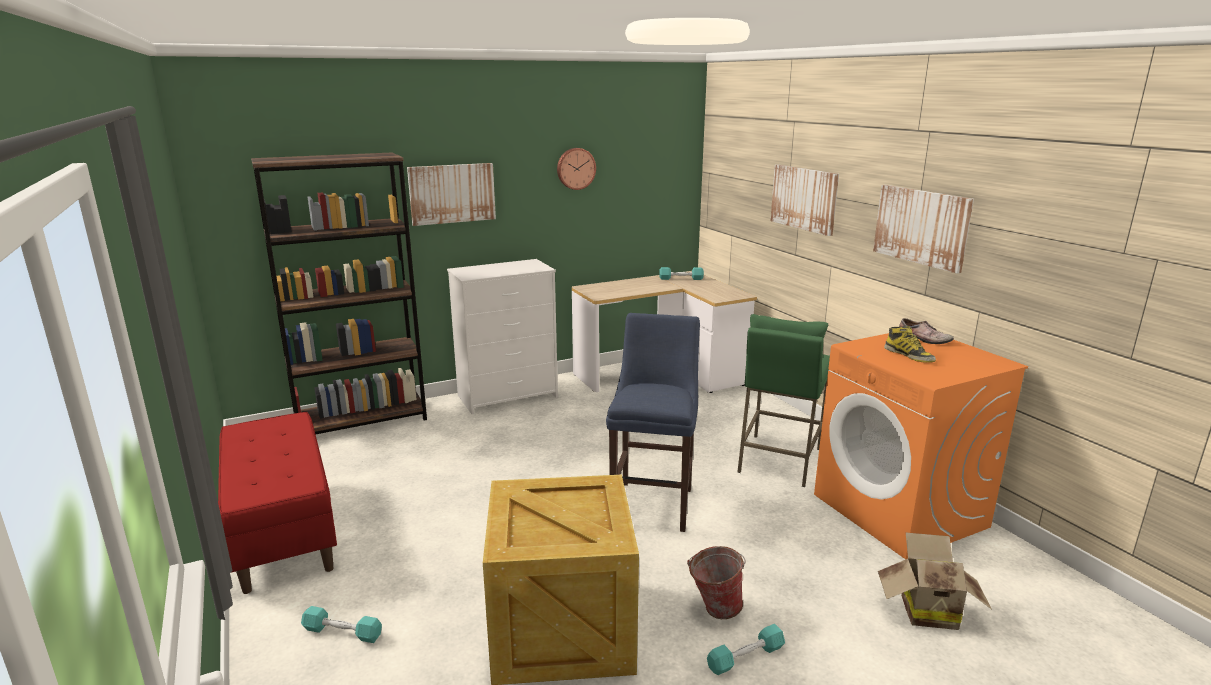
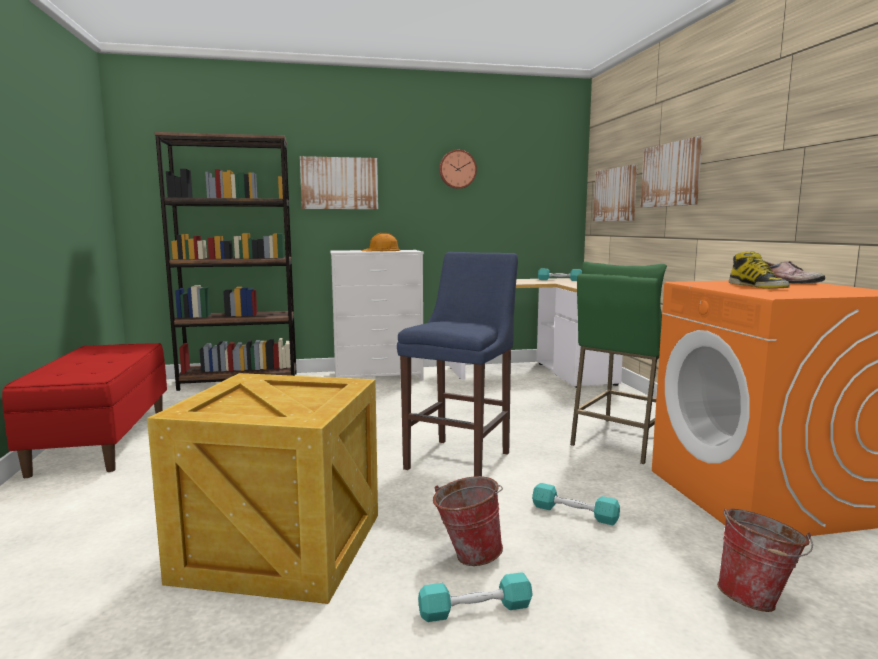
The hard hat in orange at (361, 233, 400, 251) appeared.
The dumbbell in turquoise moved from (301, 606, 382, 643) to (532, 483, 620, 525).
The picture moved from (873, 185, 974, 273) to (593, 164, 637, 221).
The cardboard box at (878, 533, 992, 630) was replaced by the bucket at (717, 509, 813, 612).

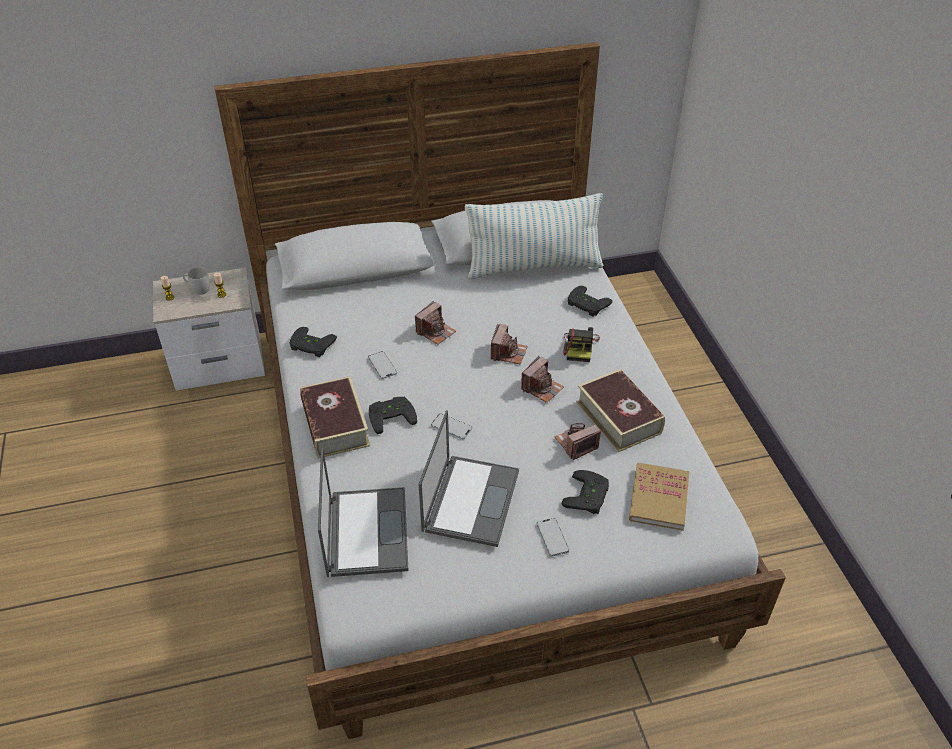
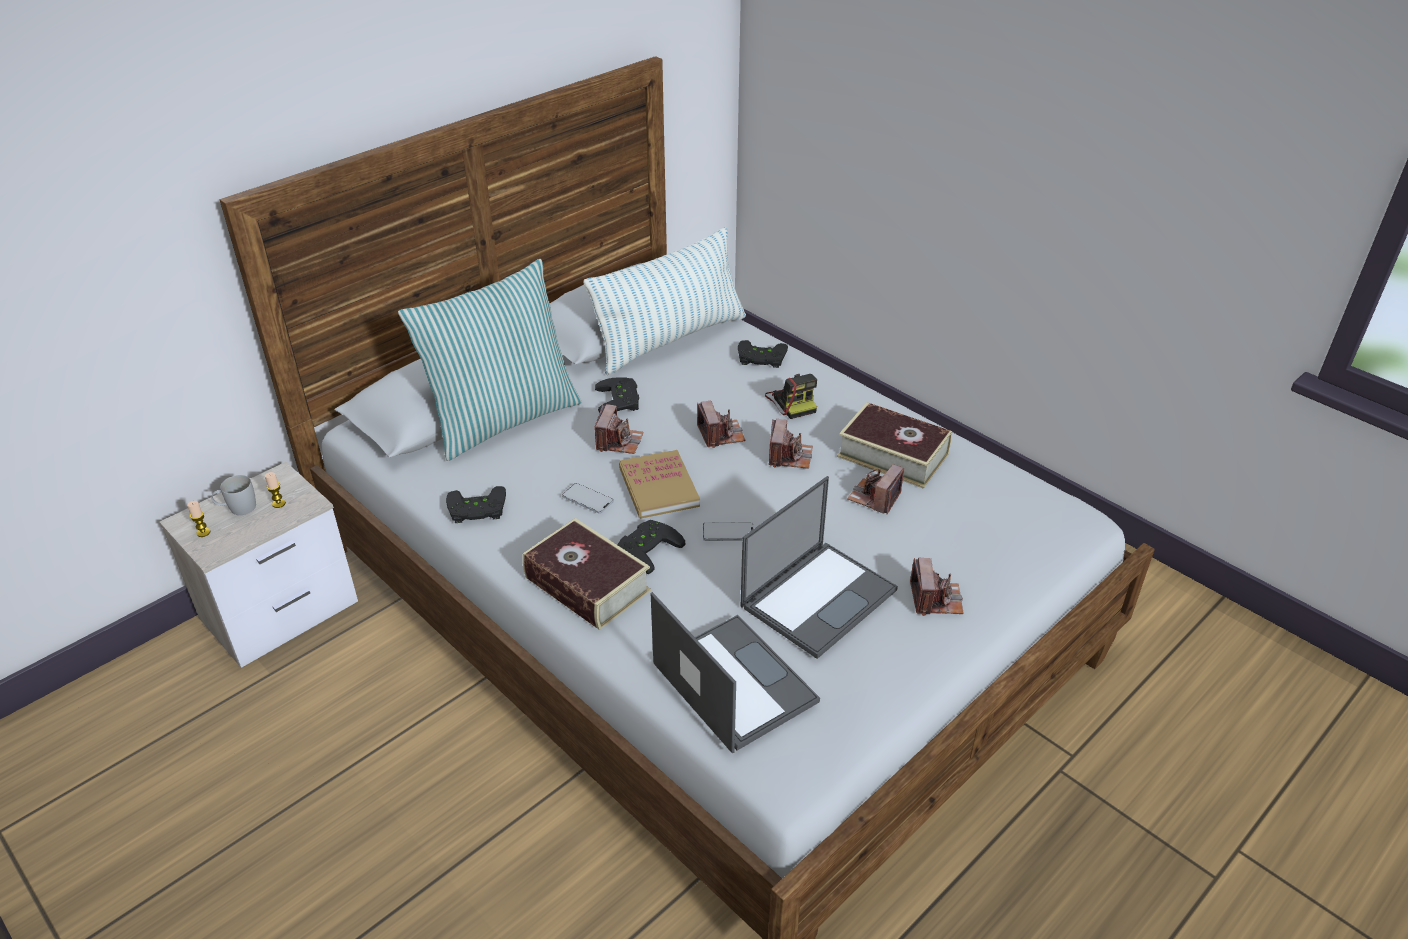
The pillow at (398, 259, 582, 461) appeared.
The game controller in black moved from (561, 470, 609, 514) to (595, 377, 639, 413).
The book moved from (629, 463, 689, 531) to (619, 450, 700, 519).
The laptop at (418, 410, 519, 547) turned 60 degrees clockwise.
The phone at (537, 518, 569, 557) was replaced by the photo camera at (910, 558, 963, 616).

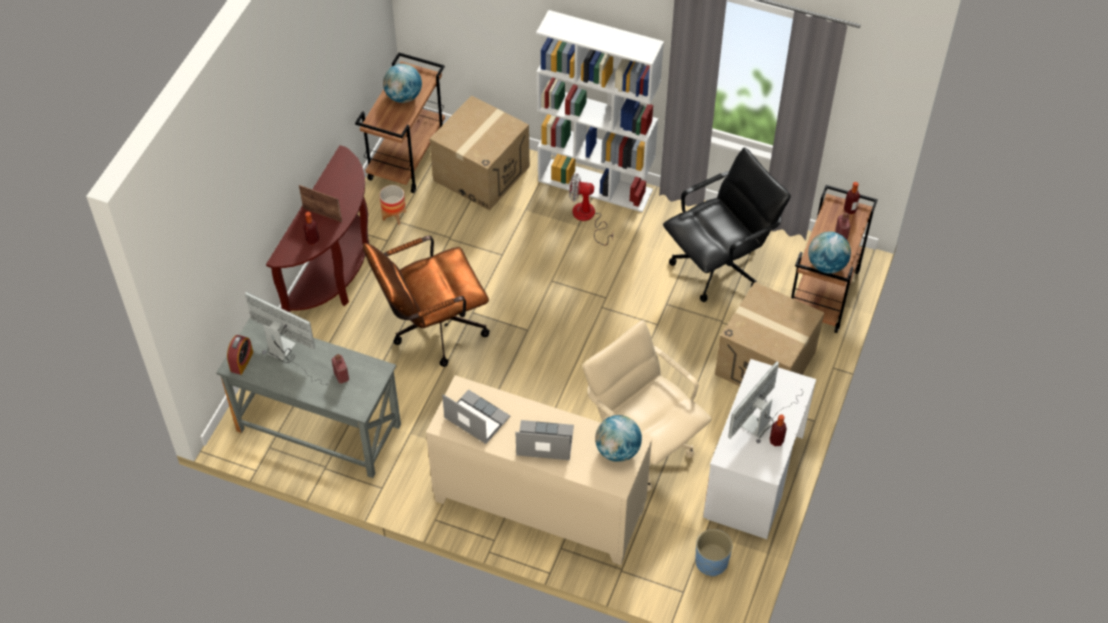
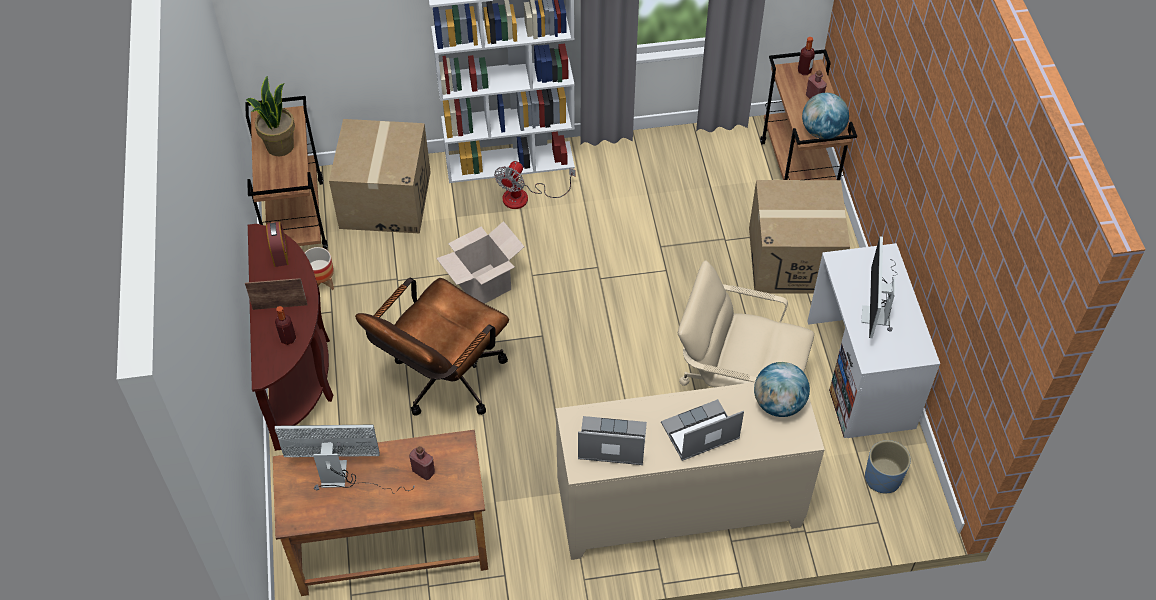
The globe at (383, 64, 422, 103) was replaced by the potted plant at (246, 76, 295, 156).
The alarm clock moved from (227, 335, 253, 375) to (266, 222, 288, 267).
The desk in grey at (216, 317, 401, 478) became the desk in brown at (273, 430, 488, 596).
The cardboard box at (436, 221, 524, 304) appeared.
The fan at (569, 173, 613, 245) turned 45 degrees counterclockwise.
The office chair in black at (663, 148, 791, 302) disappeared.
The bottle at (770, 415, 787, 447) disappeared.

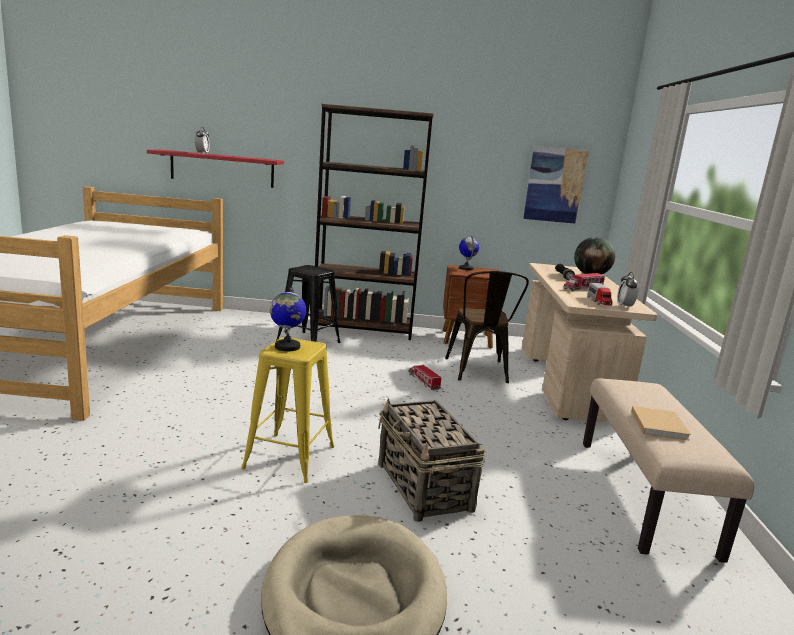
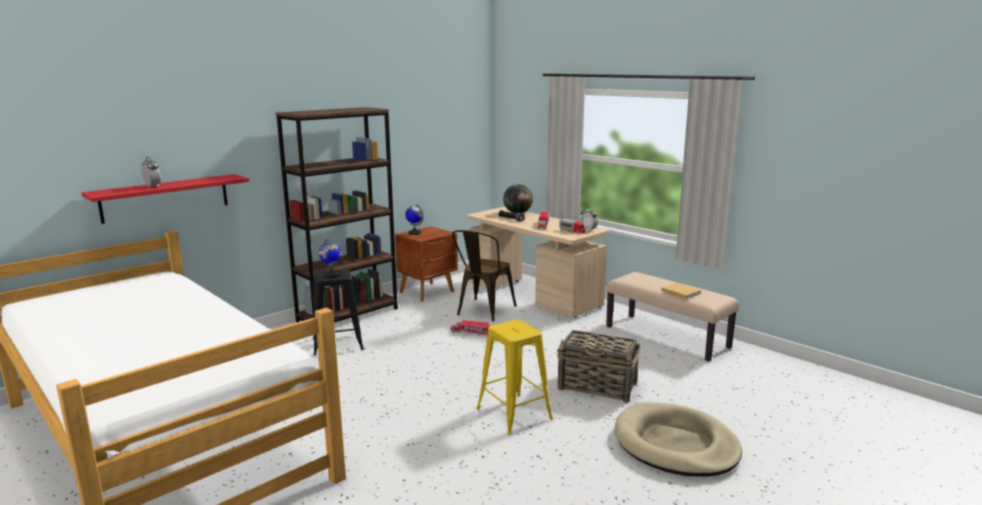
The globe moved from (270, 286, 306, 351) to (319, 239, 341, 278).
The chair in brown at (445, 271, 529, 383) turned 75 degrees clockwise.
The picture at (523, 146, 589, 224) disappeared.

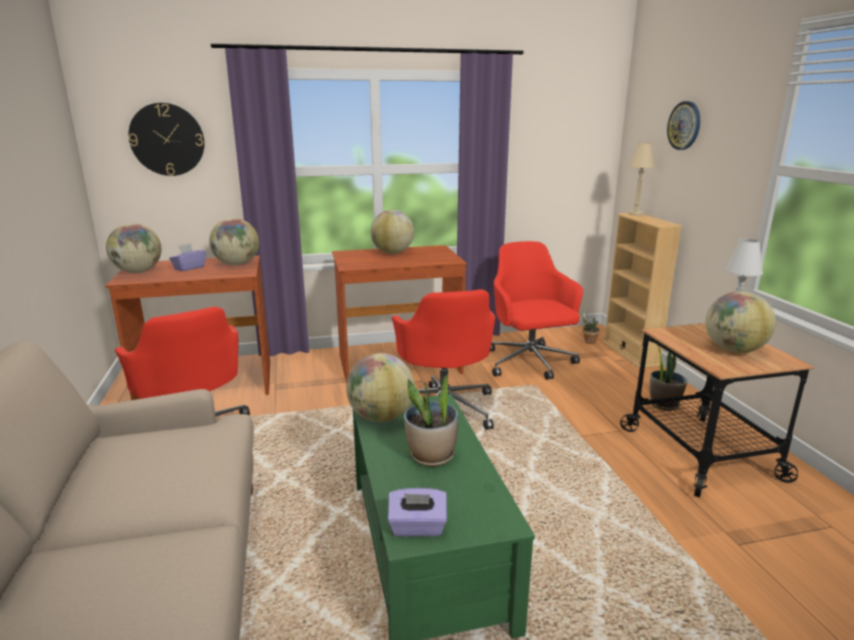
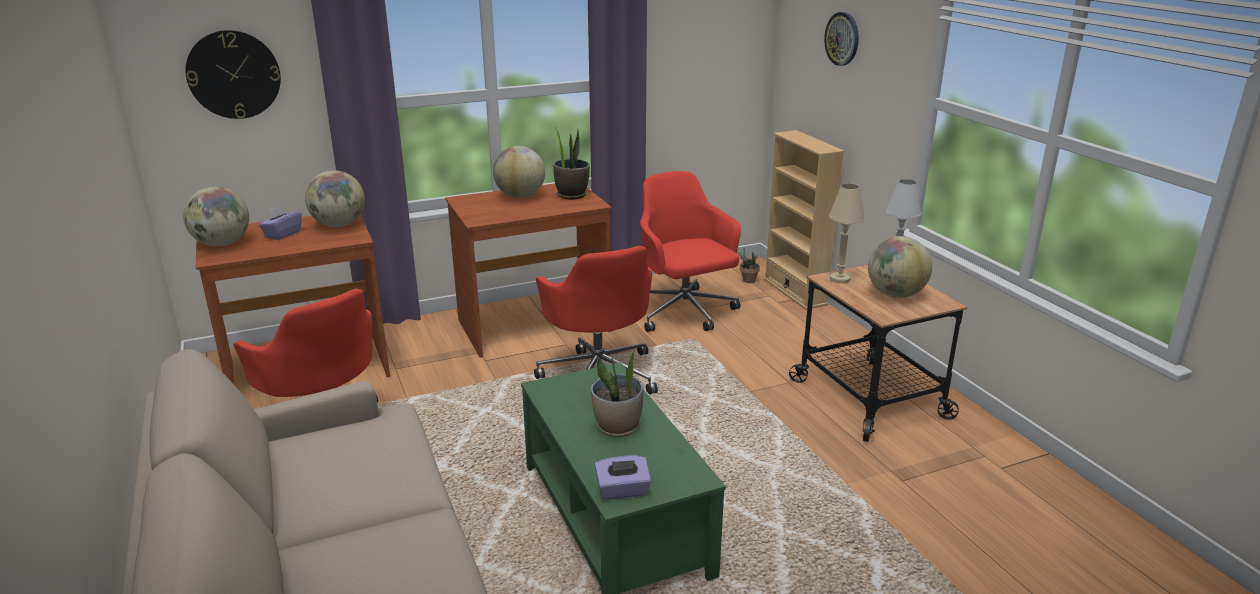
The potted plant moved from (649, 345, 687, 411) to (553, 129, 590, 200).
The table lamp in beige moved from (629, 143, 655, 216) to (829, 184, 865, 284).
The globe at (346, 353, 415, 422) disappeared.

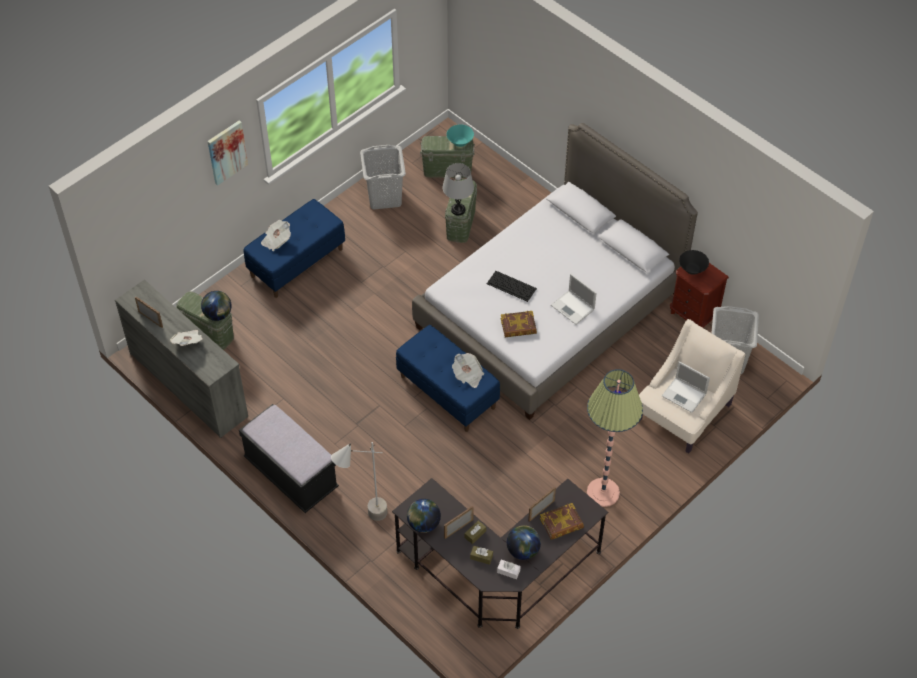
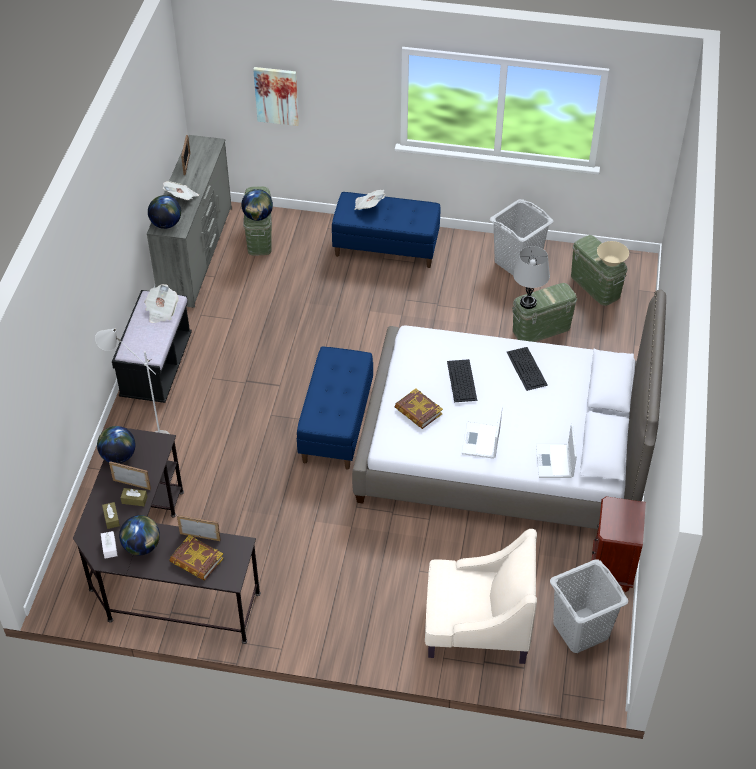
The newspaper moved from (452, 353, 484, 388) to (145, 284, 179, 323).
The globe at (148, 195, 181, 229) appeared.
The picture moved from (207, 120, 248, 186) to (253, 67, 299, 126).
The keyboard at (507, 347, 548, 391) appeared.
The laptop moved from (662, 361, 710, 413) to (536, 423, 577, 478).
The bowl in turquoise at (447, 124, 474, 147) became the bowl in beige at (597, 241, 629, 267).
The floor lamp at (587, 369, 643, 507) disappeared.
The bowl in black at (679, 250, 709, 275) disappeared.

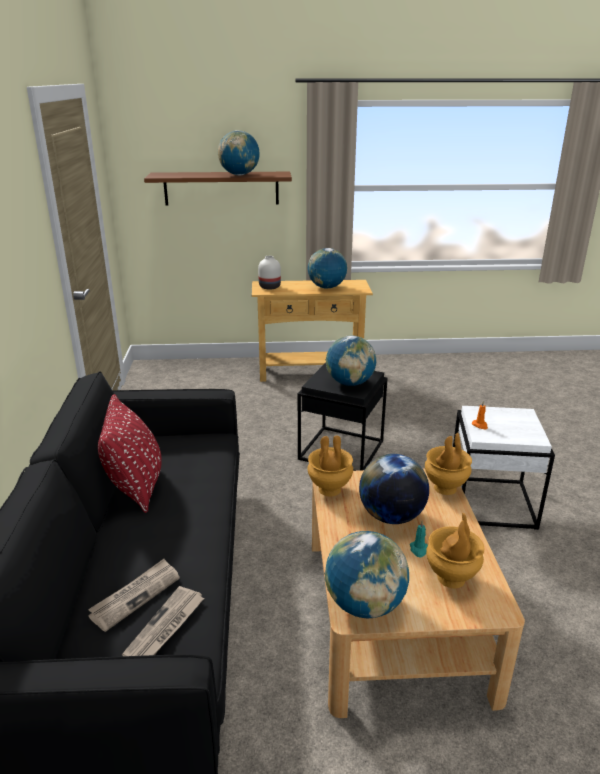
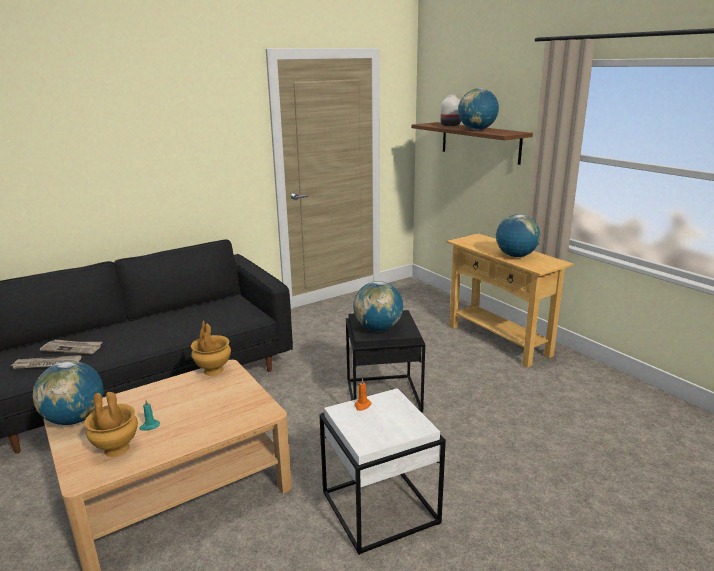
The vase in white moved from (258, 256, 281, 289) to (440, 95, 461, 126).
The pillow in red at (98, 394, 162, 513) disappeared.
The globe at (359, 454, 429, 524) disappeared.
The vase in brown at (425, 433, 472, 495) disappeared.

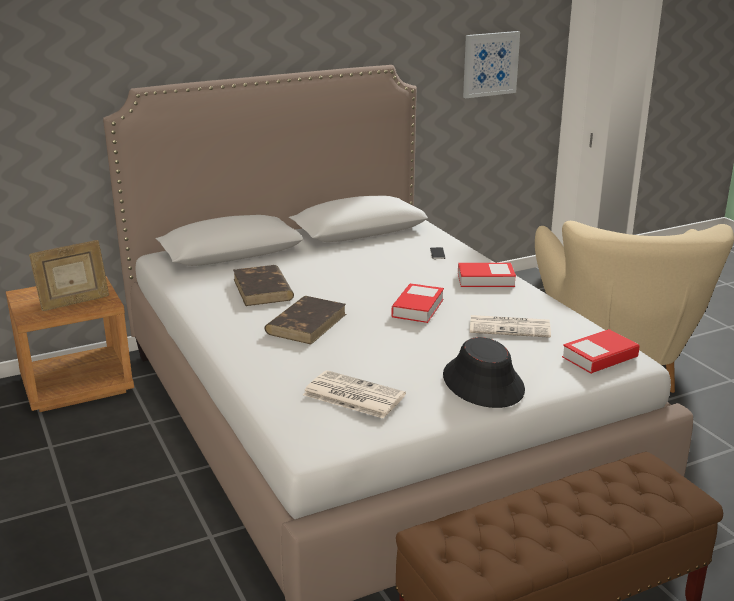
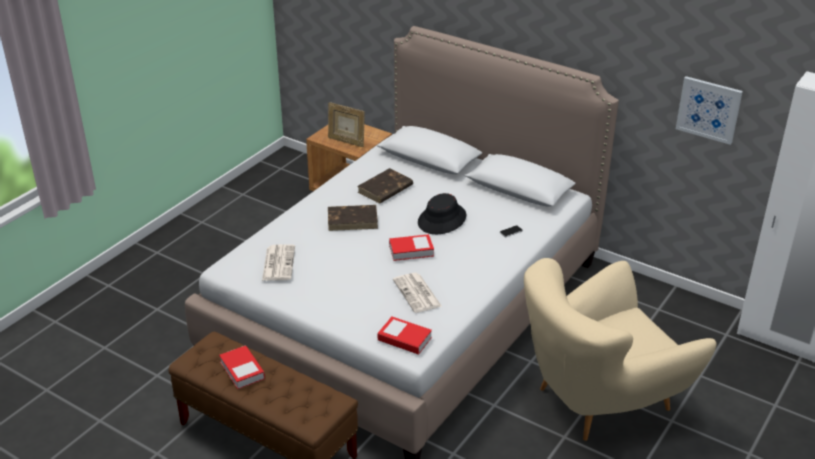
The book moved from (458, 263, 516, 287) to (219, 346, 265, 389).
The hat in black moved from (443, 337, 525, 408) to (418, 193, 466, 234).

